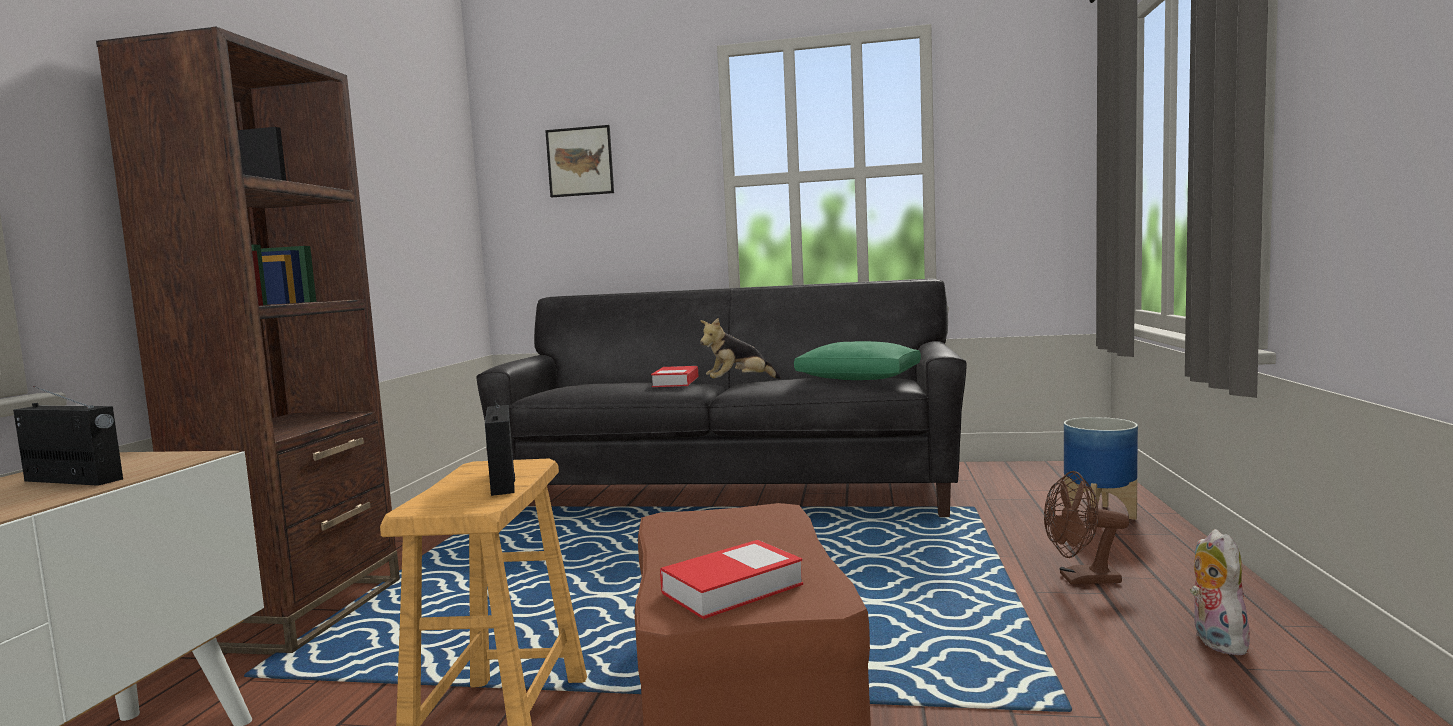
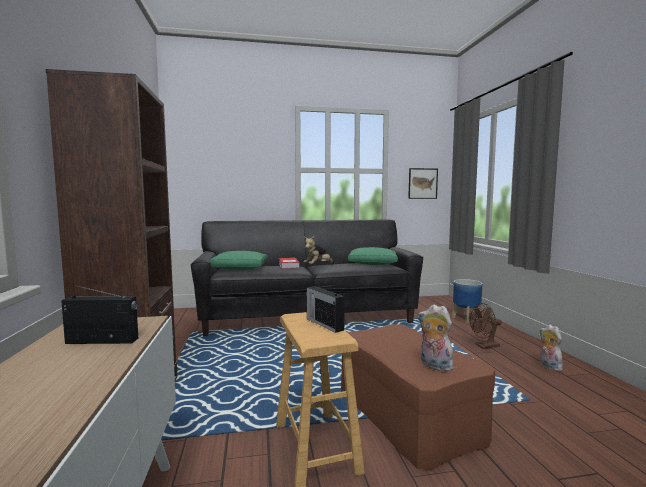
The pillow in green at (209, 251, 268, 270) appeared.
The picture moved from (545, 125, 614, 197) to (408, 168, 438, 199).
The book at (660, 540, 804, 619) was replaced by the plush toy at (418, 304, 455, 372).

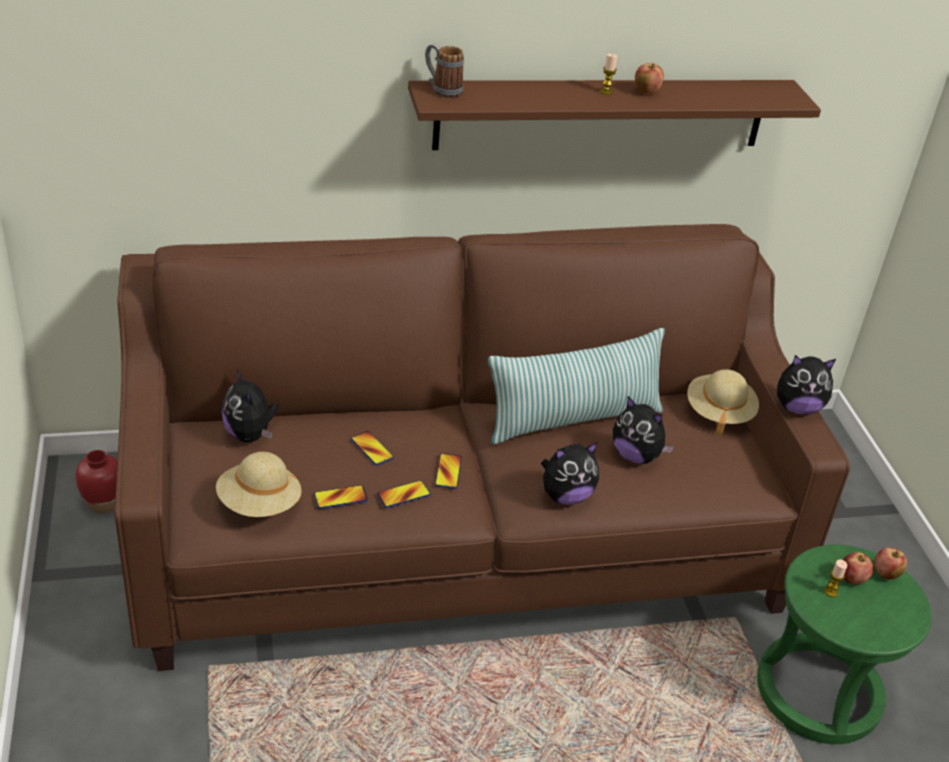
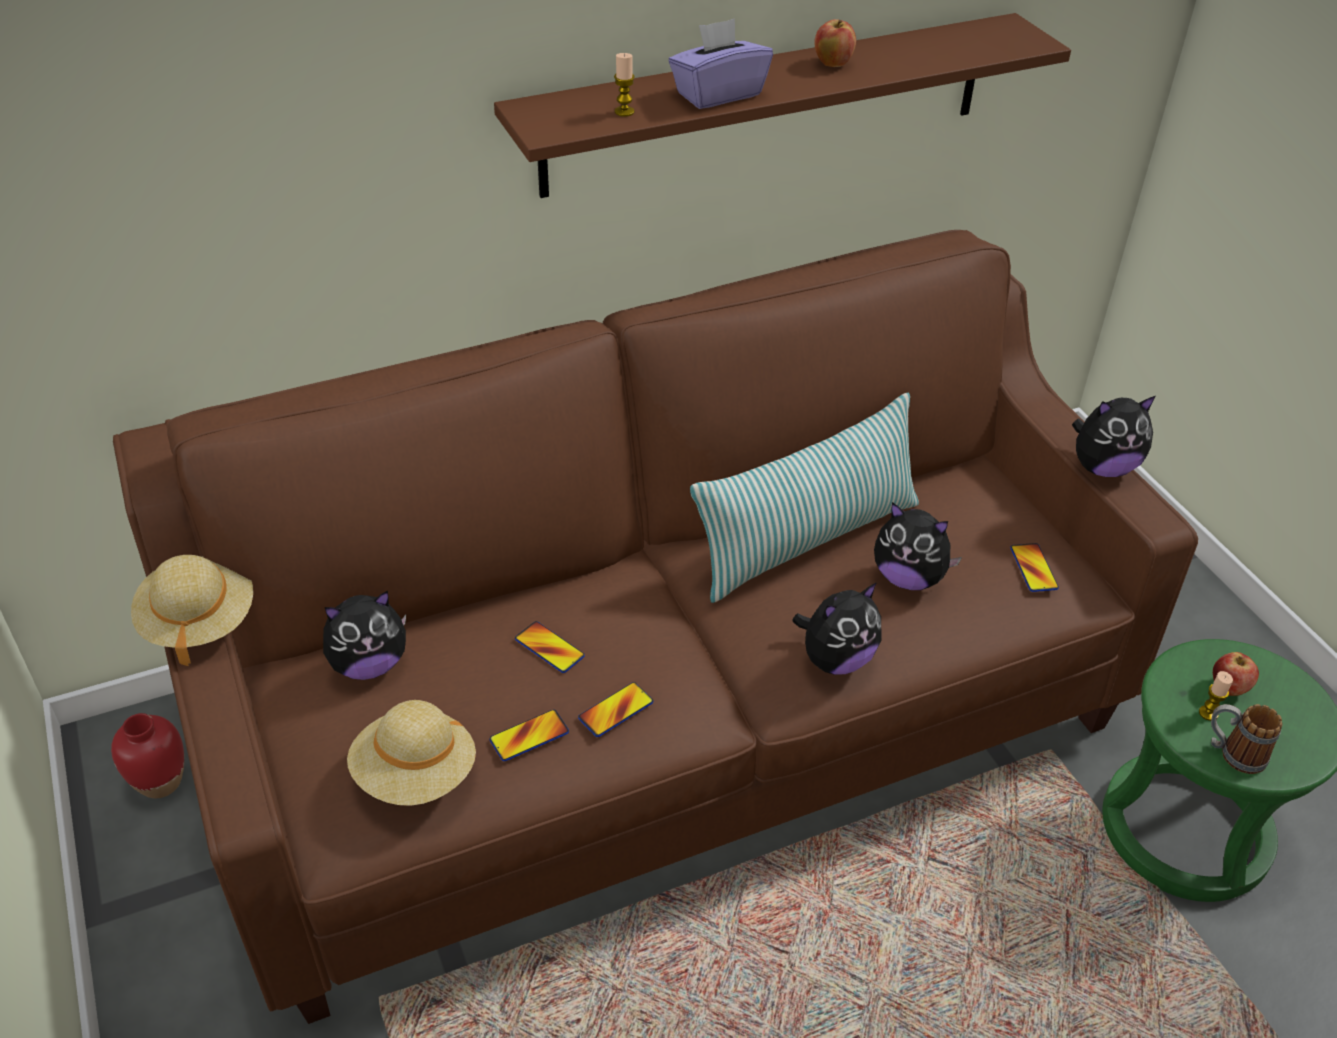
The hat in beige moved from (687, 369, 759, 436) to (131, 555, 253, 666).
The plush toy at (222, 369, 279, 442) turned 75 degrees counterclockwise.
The candle moved from (600, 54, 617, 95) to (614, 53, 635, 117).
The tissue box in purple at (669, 18, 773, 109) appeared.
The phone moved from (435, 453, 462, 489) to (1010, 543, 1059, 592).
The mug moved from (425, 44, 464, 98) to (1211, 704, 1283, 774).
The apple at (875, 547, 907, 580) disappeared.

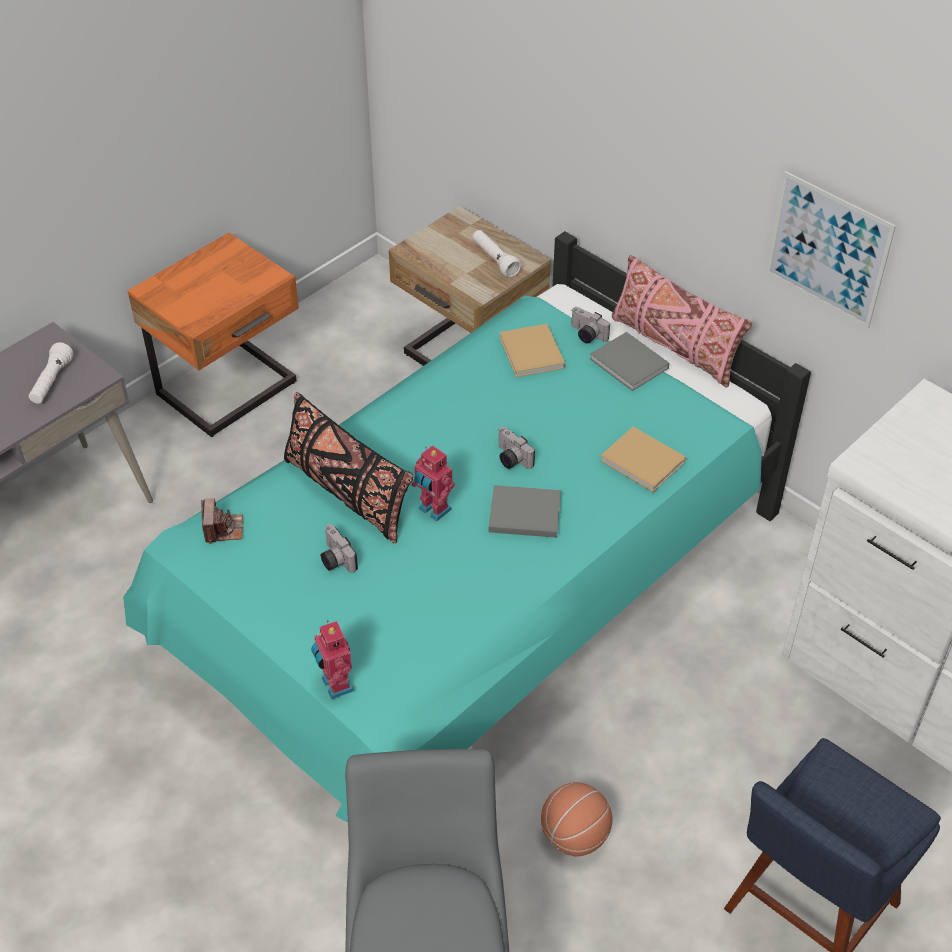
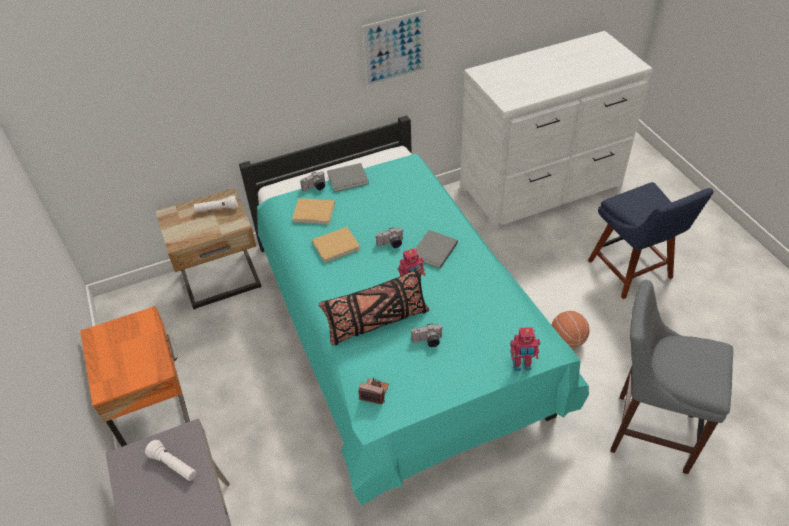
The book in beige moved from (600, 427, 686, 492) to (312, 227, 361, 263).
The pillow in pink at (612, 255, 752, 387) disappeared.

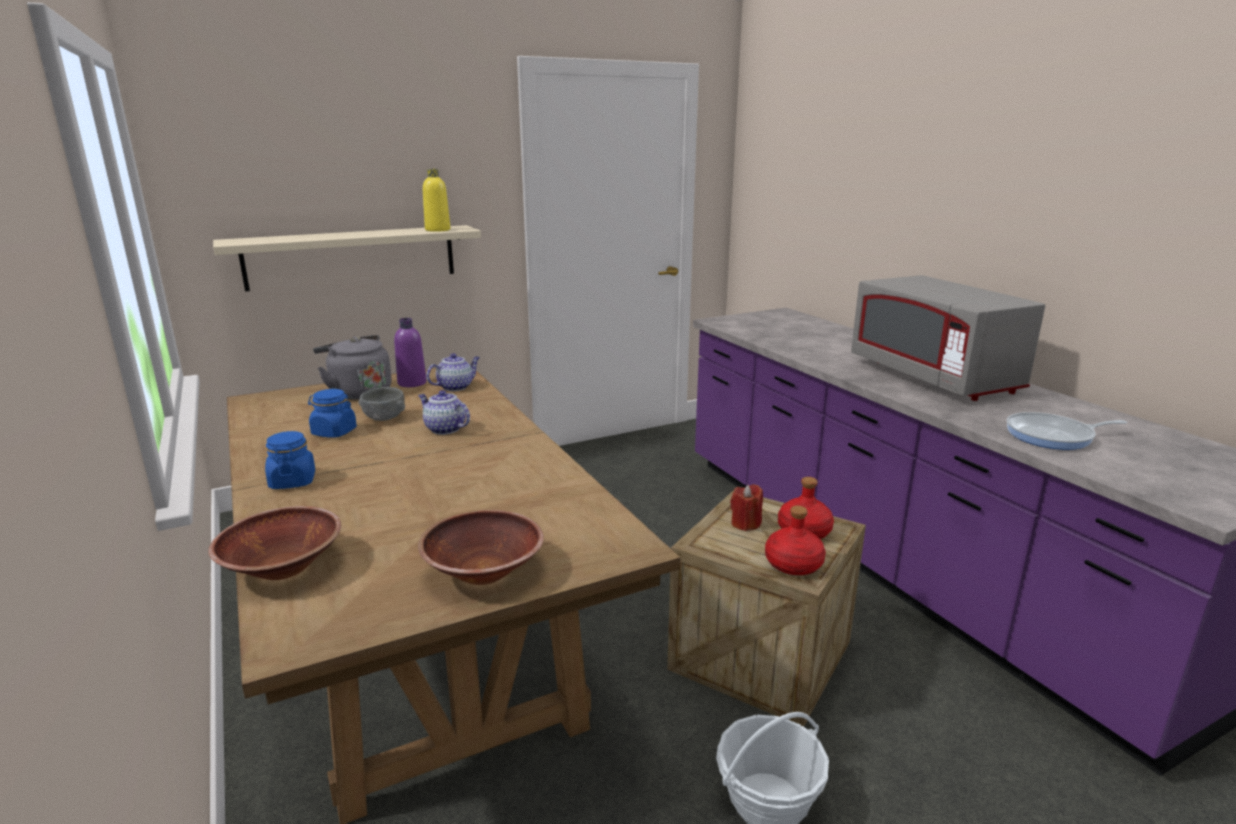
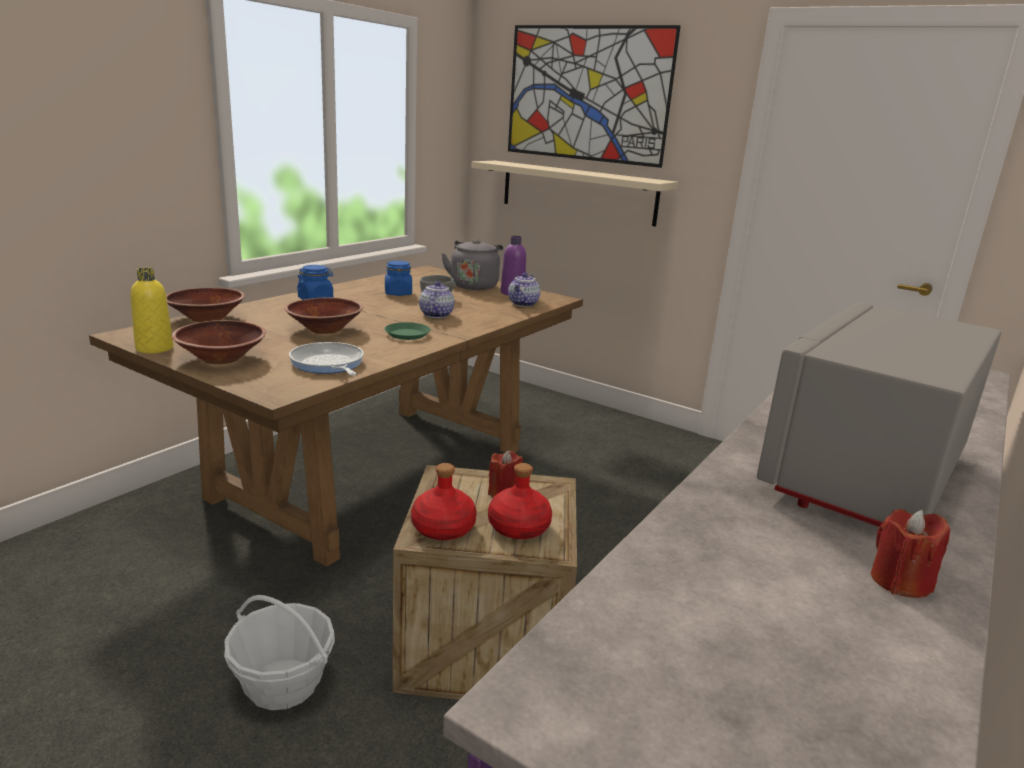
The bottle in yellow moved from (423, 169, 450, 232) to (130, 268, 173, 353).
The bowl in brown at (284, 297, 363, 334) appeared.
The frying pan moved from (1006, 412, 1127, 450) to (289, 342, 364, 376).
The plate in green at (385, 322, 430, 340) appeared.
The picture at (508, 25, 681, 168) appeared.
The teapot at (426, 353, 480, 391) turned 90 degrees clockwise.
The candle in red at (871, 509, 950, 598) appeared.

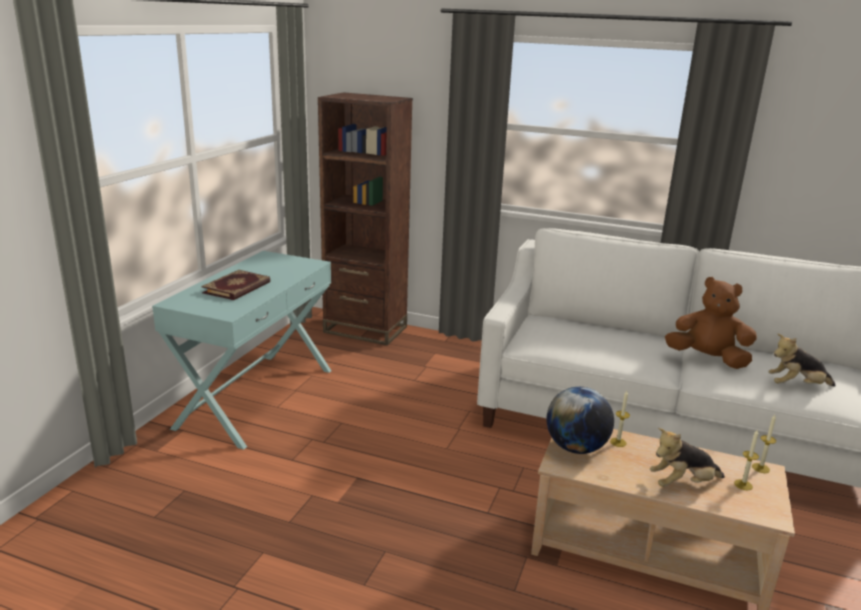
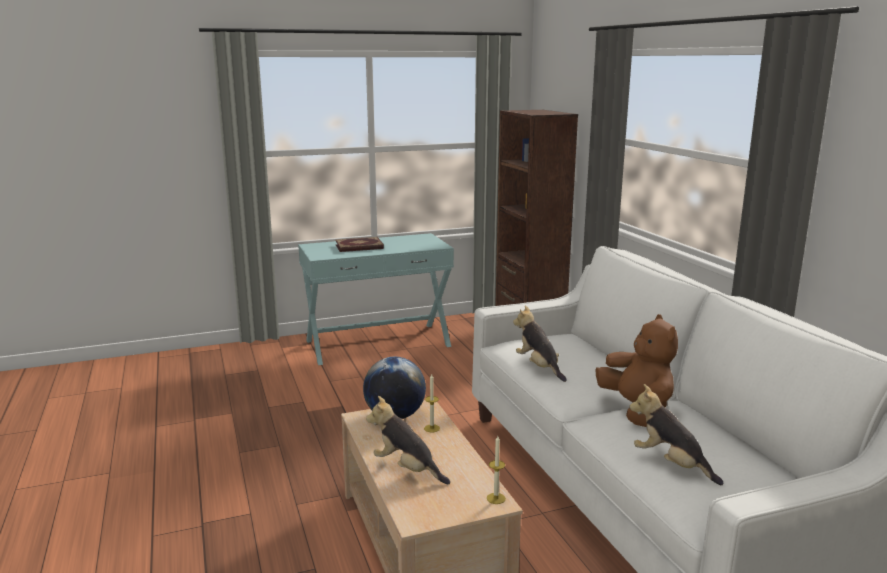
The plush toy at (513, 305, 567, 382) appeared.
The candle at (734, 430, 759, 491) disappeared.

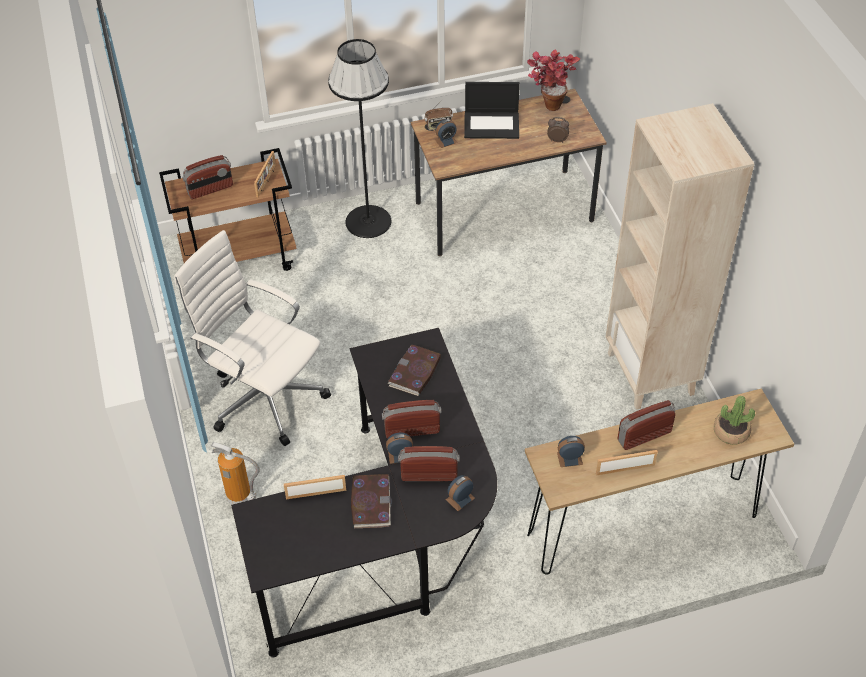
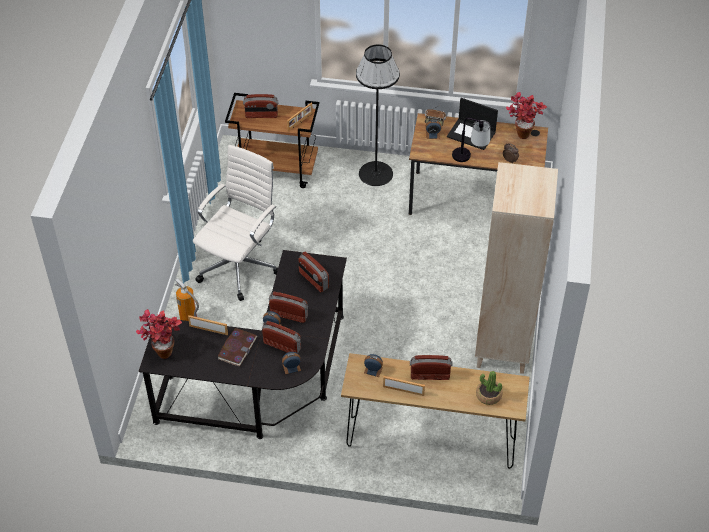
The potted plant at (136, 309, 182, 359) appeared.
The office chair in white at (174, 230, 331, 446) turned 60 degrees clockwise.
The book at (388, 345, 441, 396) was replaced by the radio at (298, 252, 329, 292).
The table lamp at (452, 117, 490, 162) appeared.

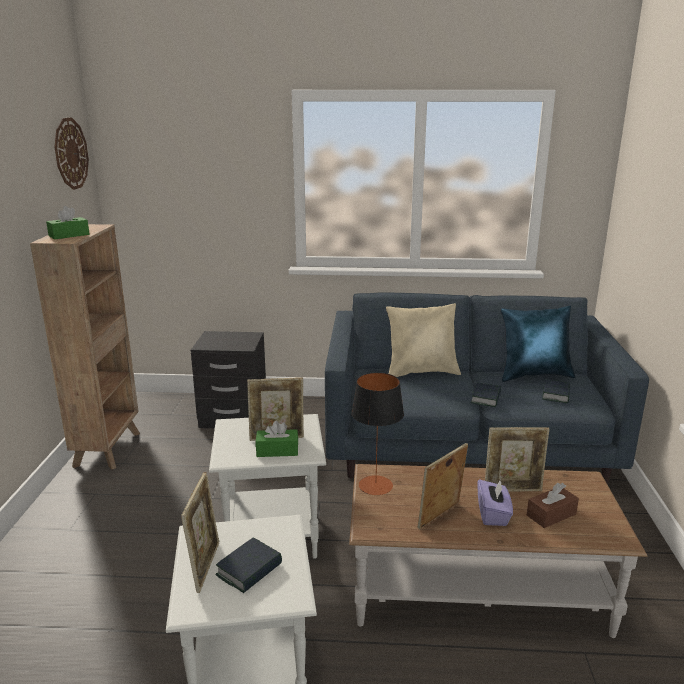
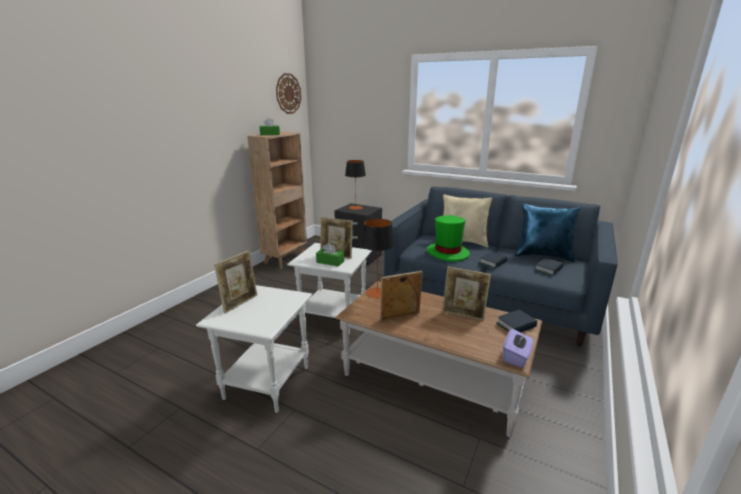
The table lamp at (345, 160, 366, 210) appeared.
The hat in green at (427, 215, 470, 262) appeared.
The book moved from (216, 538, 282, 593) to (496, 310, 537, 332).
The tissue box in purple moved from (478, 479, 513, 526) to (503, 329, 533, 368).
The tissue box in brown at (527, 483, 579, 528) disappeared.

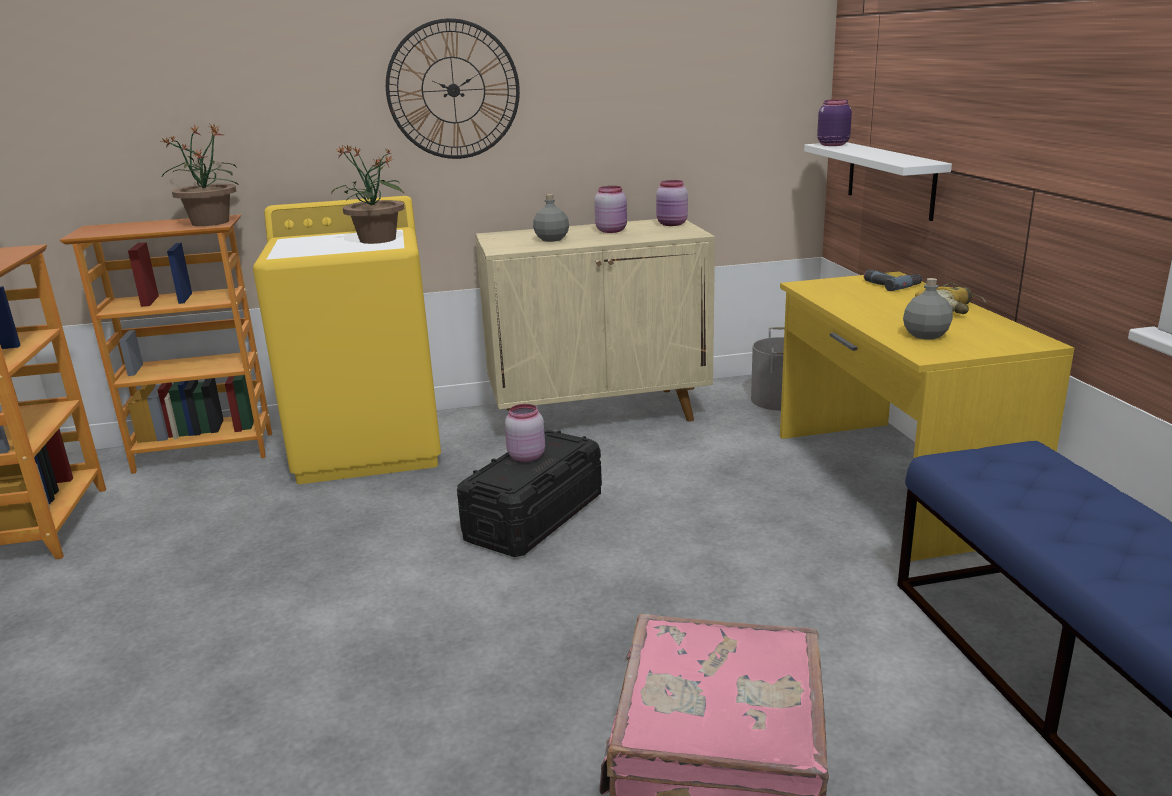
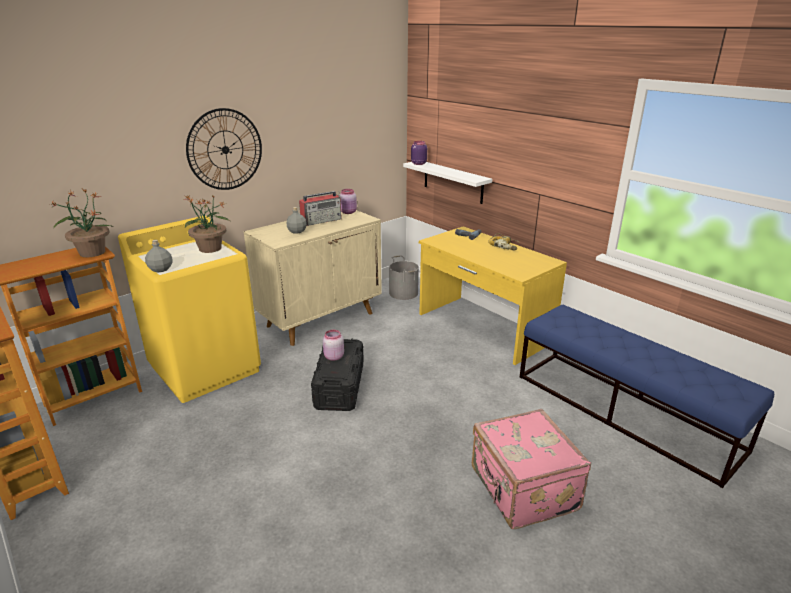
The bottle in grey moved from (903, 278, 953, 339) to (145, 240, 173, 272).
The jar in pink at (594, 186, 627, 233) was replaced by the radio at (299, 191, 342, 226).

